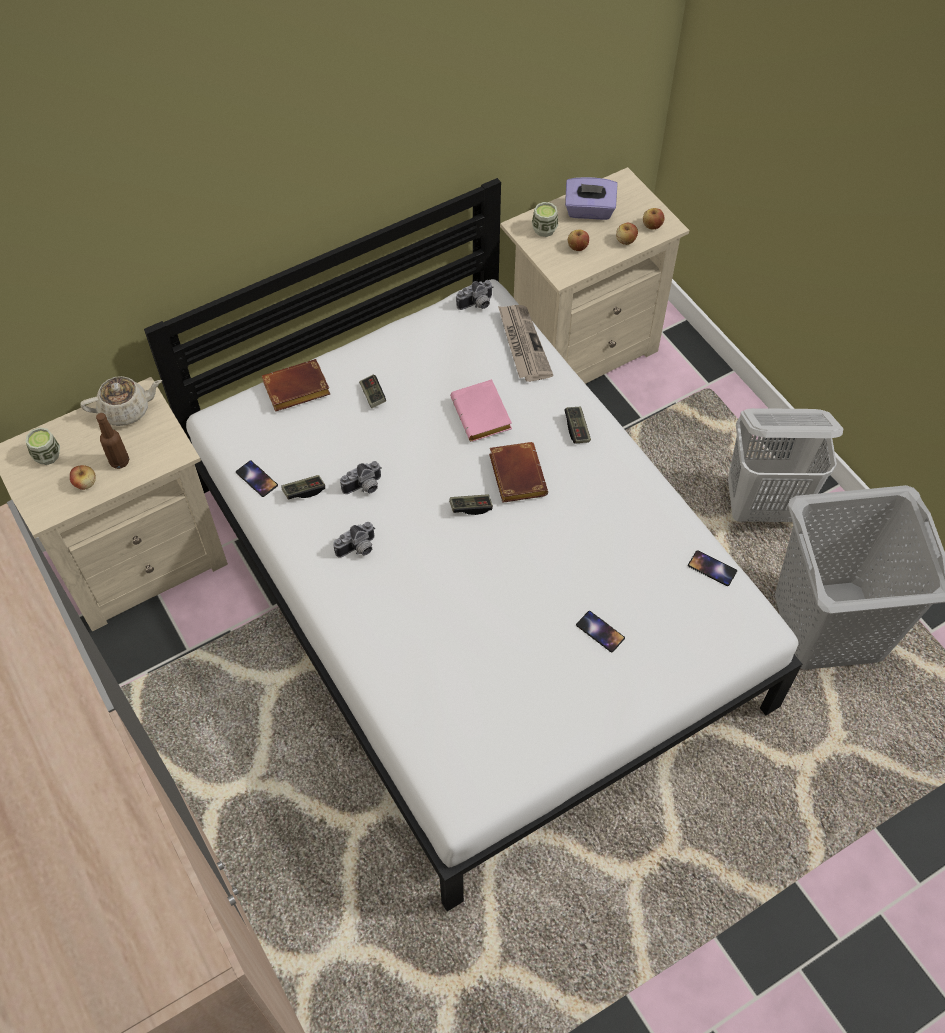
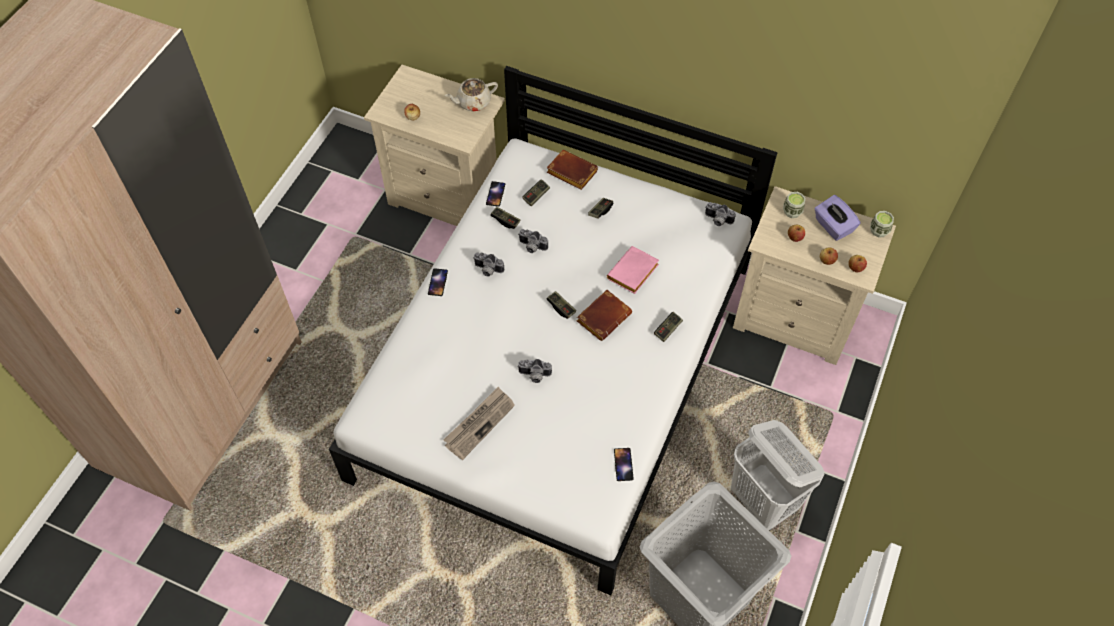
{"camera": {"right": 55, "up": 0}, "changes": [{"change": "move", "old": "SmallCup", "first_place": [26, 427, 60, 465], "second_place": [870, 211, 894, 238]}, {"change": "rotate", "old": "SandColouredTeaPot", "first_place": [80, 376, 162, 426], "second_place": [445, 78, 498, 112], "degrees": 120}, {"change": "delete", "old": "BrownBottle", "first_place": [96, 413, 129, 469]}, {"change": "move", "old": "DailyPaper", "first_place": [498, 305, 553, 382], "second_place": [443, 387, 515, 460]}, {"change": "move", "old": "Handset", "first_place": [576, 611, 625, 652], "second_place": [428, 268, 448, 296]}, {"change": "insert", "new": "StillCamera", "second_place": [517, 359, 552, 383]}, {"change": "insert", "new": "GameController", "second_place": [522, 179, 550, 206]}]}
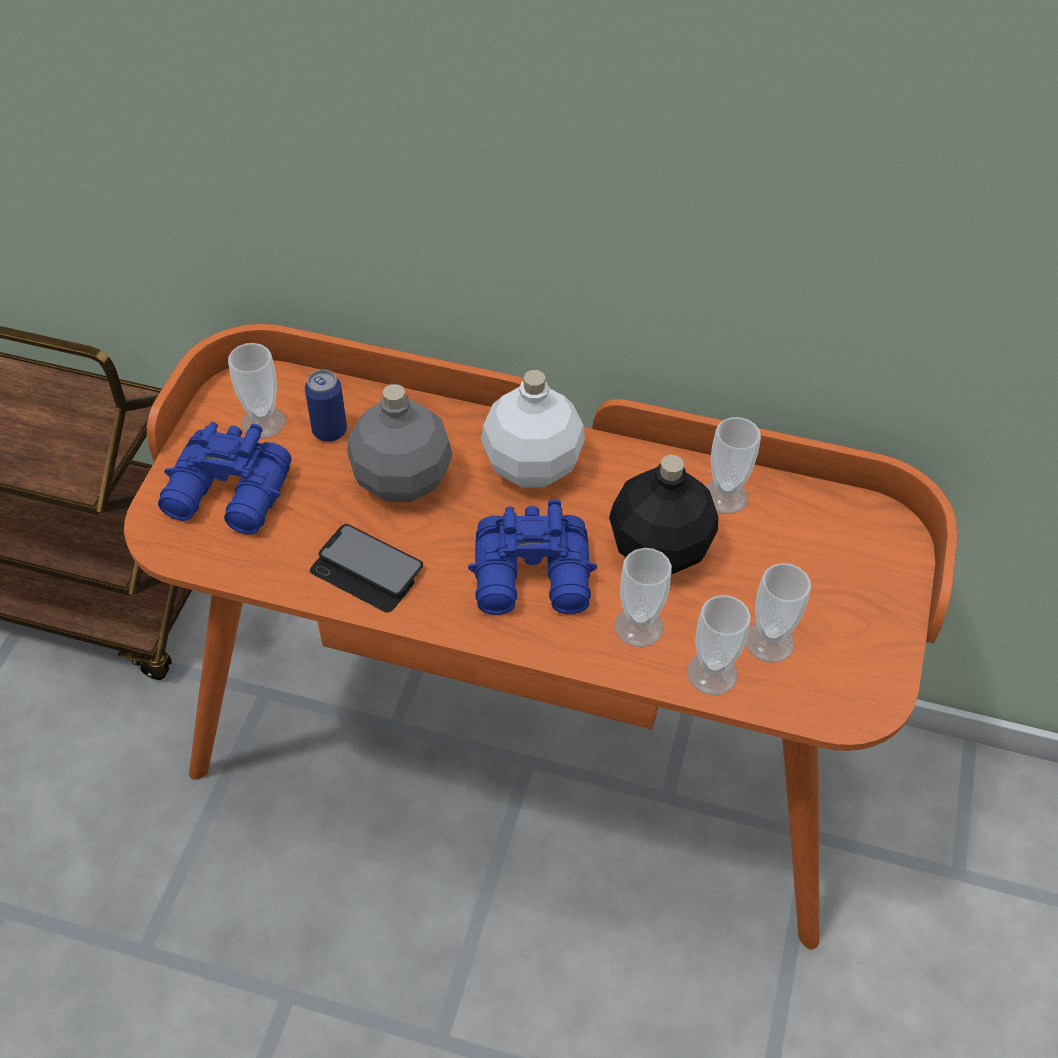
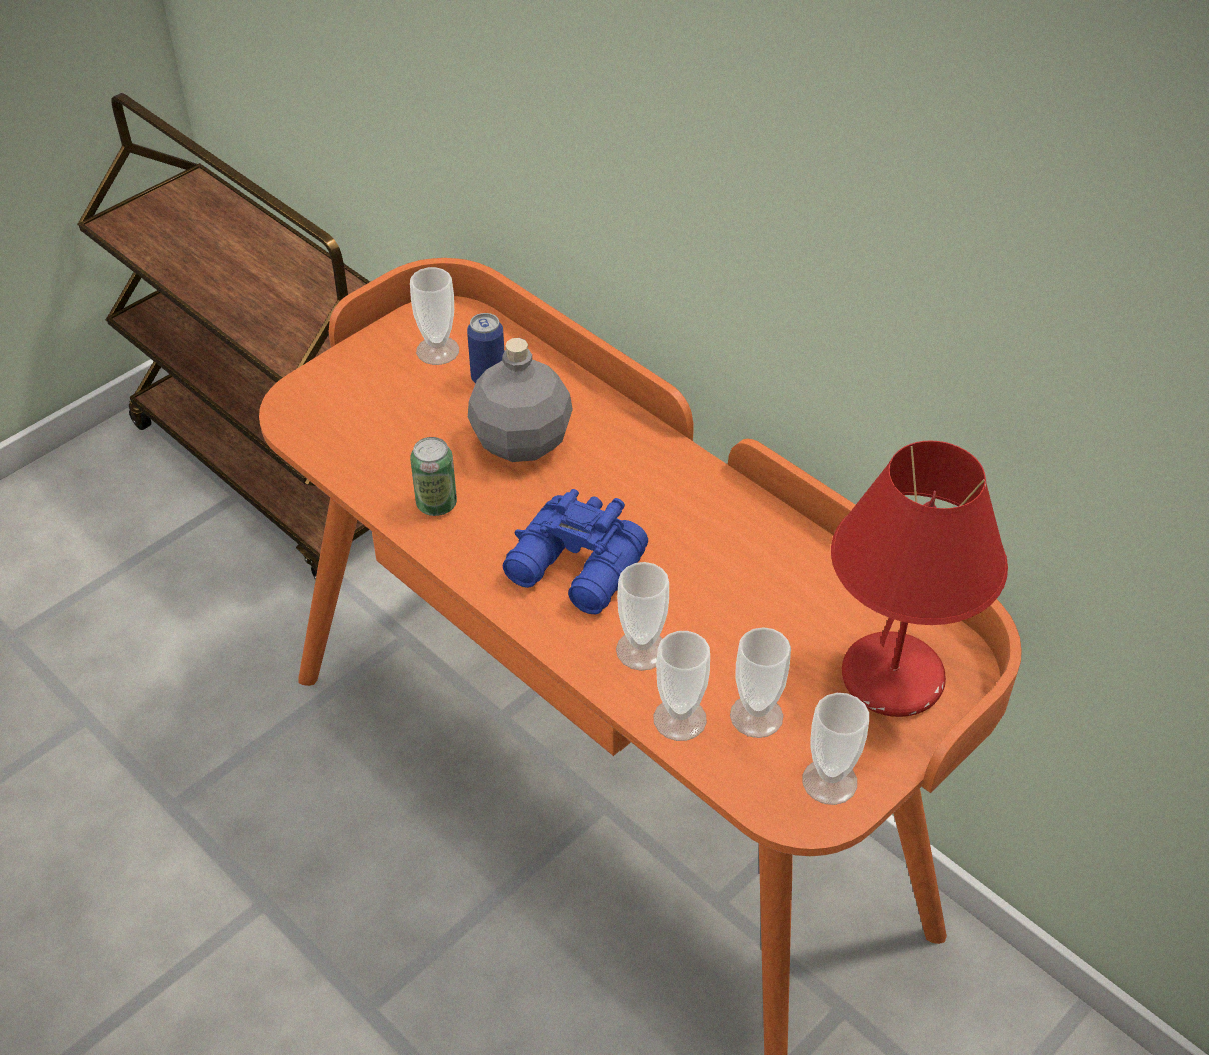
{"camera": {"right": 30, "up": -5}, "changes": [{"change": "delete", "old": "BluePairOfBinoculars", "first_place": [158, 422, 292, 535]}, {"change": "replace", "old": "Handset", "new": "SealedCan", "first_place": [310, 524, 423, 613], "second_place": [410, 437, 457, 516]}, {"change": "delete", "old": "WhiteColouredBottle", "first_place": [481, 370, 585, 487]}, {"change": "delete", "old": "BlackColouredBottle", "first_place": [609, 455, 718, 574]}, {"change": "move", "old": "SmallCup", "first_place": [705, 417, 761, 514], "second_place": [802, 693, 869, 805]}, {"change": "insert", "new": "RedLampForATable", "second_place": [831, 440, 1008, 717]}]}
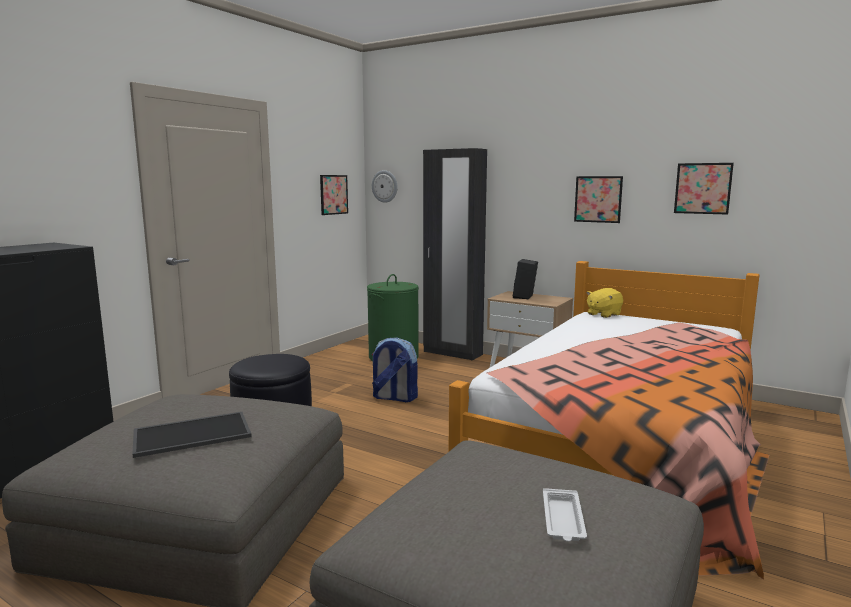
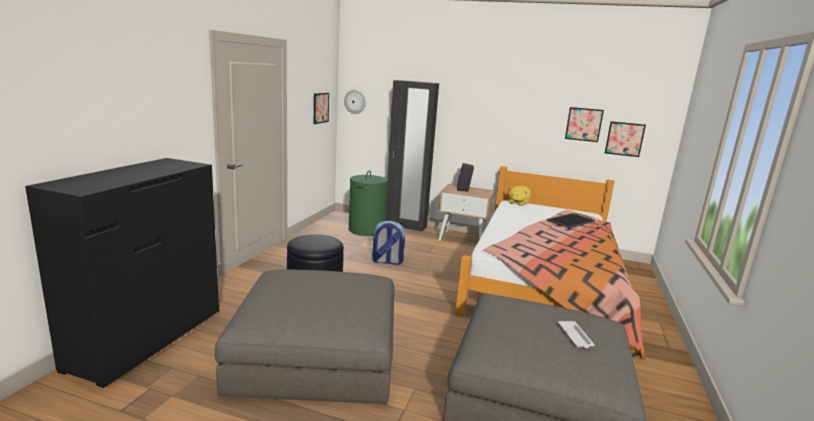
{"camera": {"right": -15, "up": 5}, "changes": [{"change": "move", "old": "Tray", "first_place": [133, 412, 252, 458], "second_place": [547, 213, 595, 228]}, {"change": "move", "old": "WallPicture", "first_place": [574, 176, 623, 223], "second_place": [605, 121, 646, 157]}]}
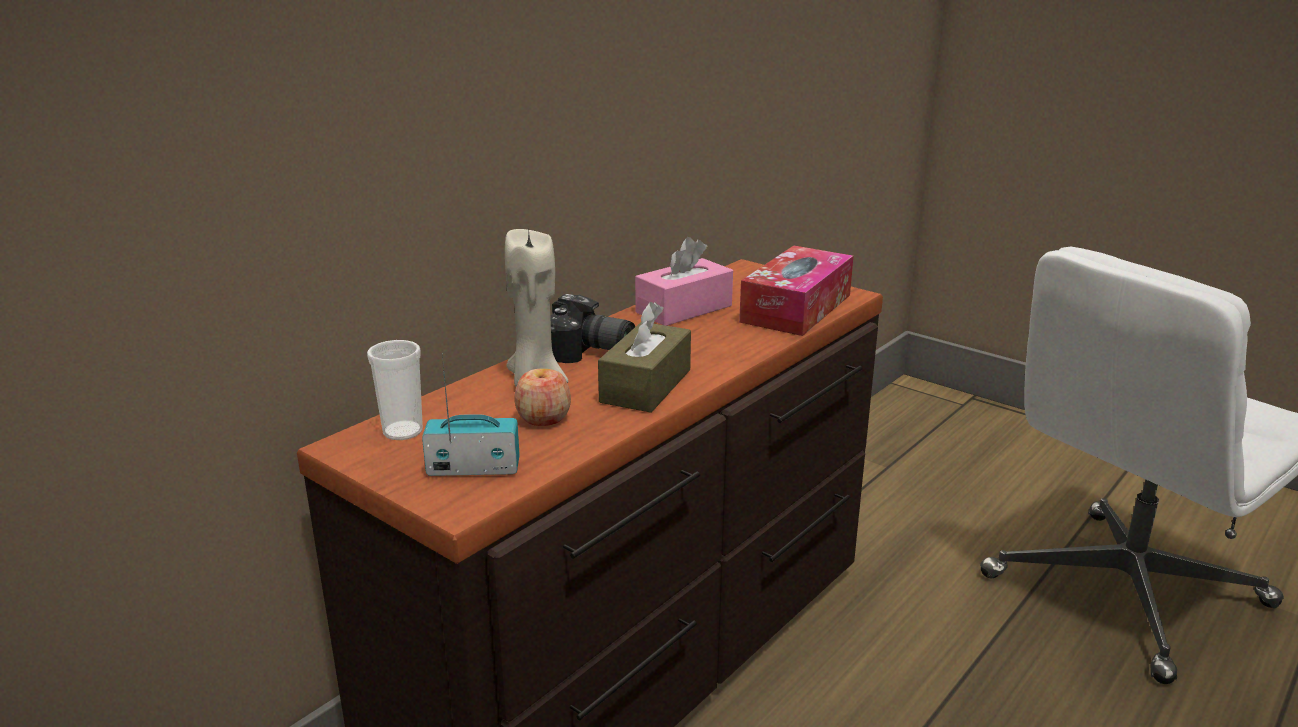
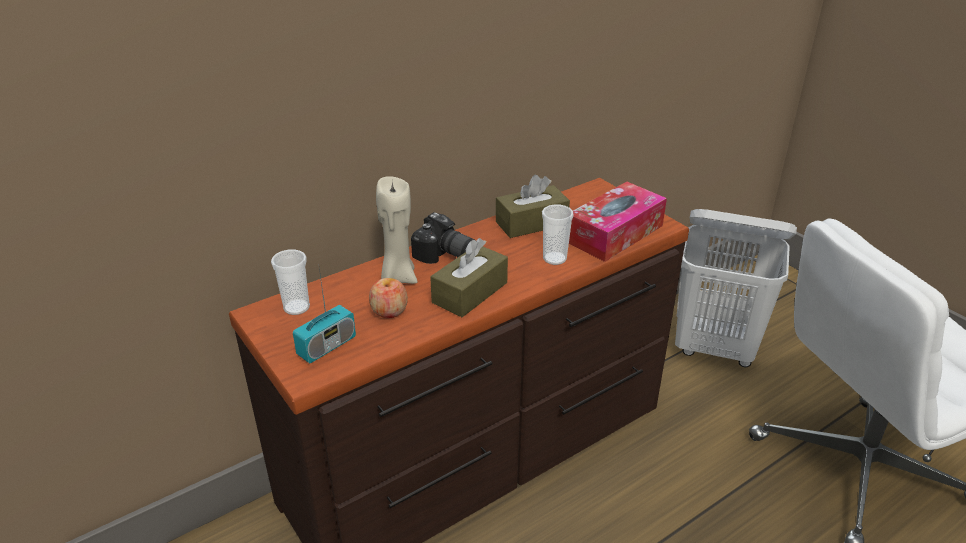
{"camera": {"right": 15, "up": 10}, "changes": [{"change": "rotate", "old": "RadioSet", "first_place": [422, 353, 520, 476], "second_place": [293, 264, 356, 363], "degrees": 120}, {"change": "recolor", "old": "PinkishTissueHolder", "new": "BrownTissueHolder", "first_place": [635, 237, 733, 326], "second_place": [496, 175, 570, 238]}, {"change": "insert", "new": "SmallCup", "second_place": [542, 204, 574, 265]}, {"change": "insert", "new": "WhiteColouredHamper", "second_place": [675, 209, 797, 367]}]}
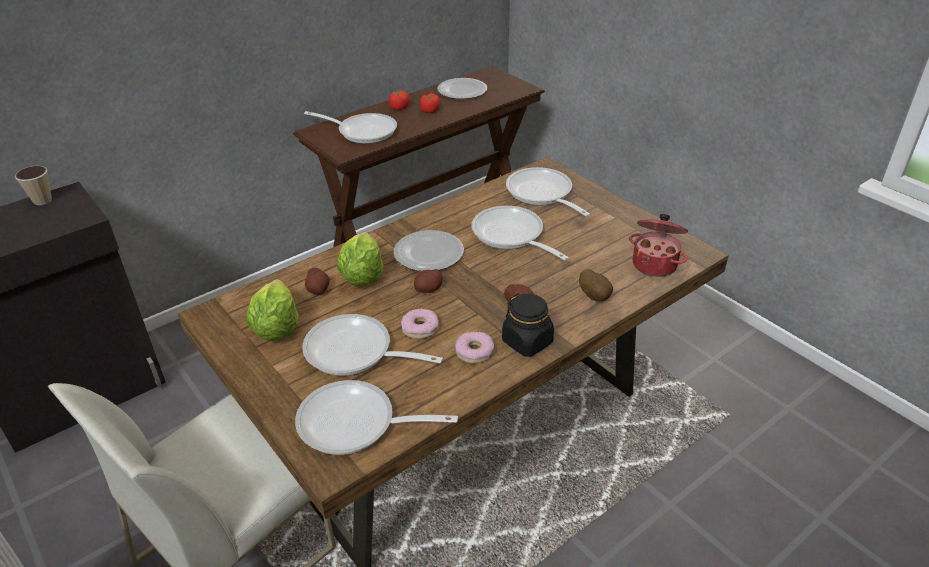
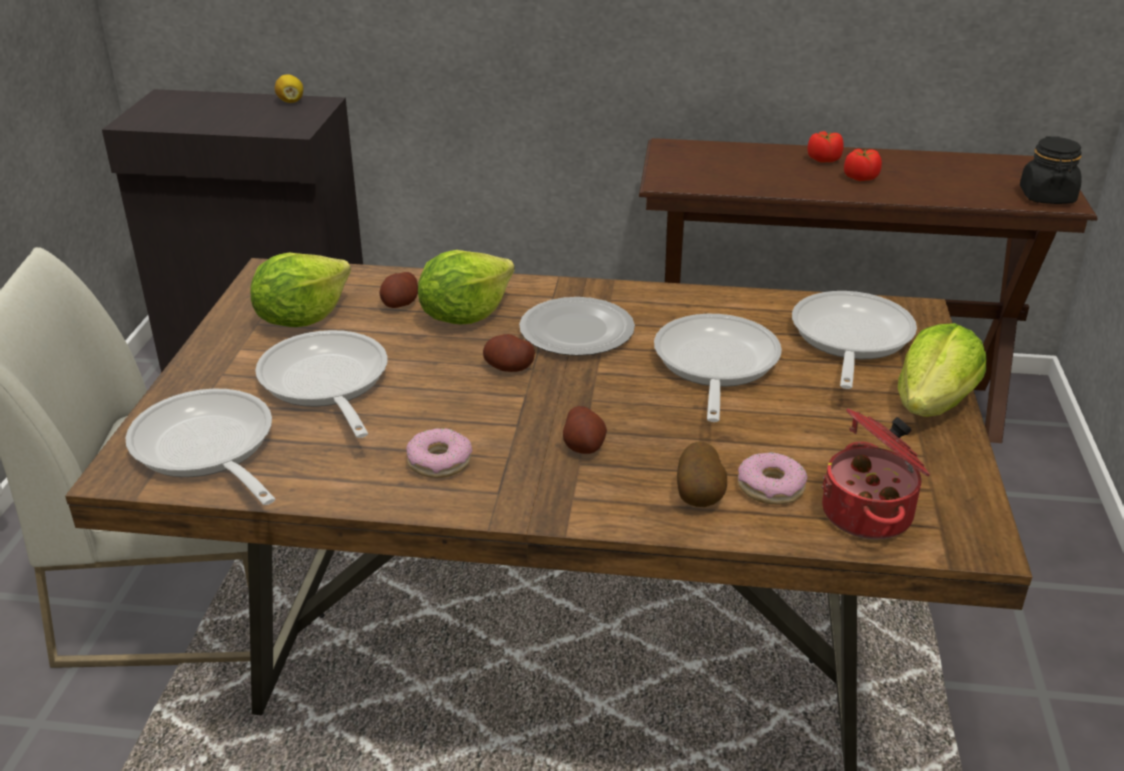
{"camera": {"right": 45, "up": -5}, "changes": [{"change": "replace", "old": "SmallCup", "new": "CitrusFruit", "first_place": [15, 166, 52, 205], "second_place": [275, 74, 303, 103]}, {"change": "delete", "old": "FryingPan", "first_place": [304, 111, 397, 144]}, {"change": "move", "old": "Donut", "first_place": [401, 309, 439, 339], "second_place": [738, 452, 808, 505]}, {"change": "delete", "old": "FlatDish", "first_place": [437, 78, 487, 99]}, {"change": "move", "old": "BlackColouredJar", "first_place": [502, 293, 554, 357], "second_place": [1020, 136, 1082, 204]}, {"change": "insert", "new": "Lettuce", "second_place": [898, 323, 987, 417]}]}
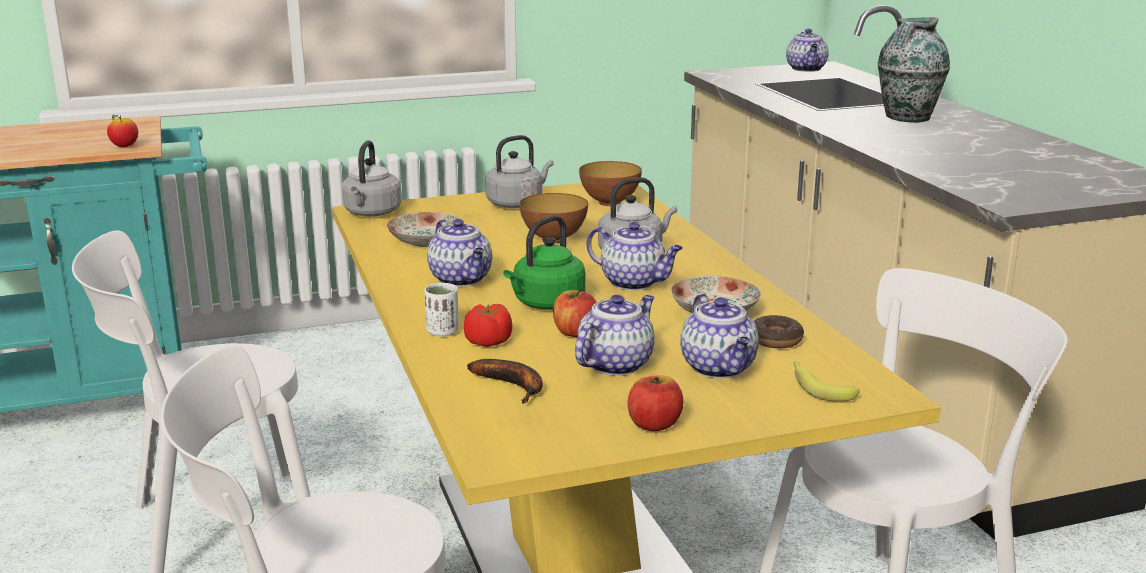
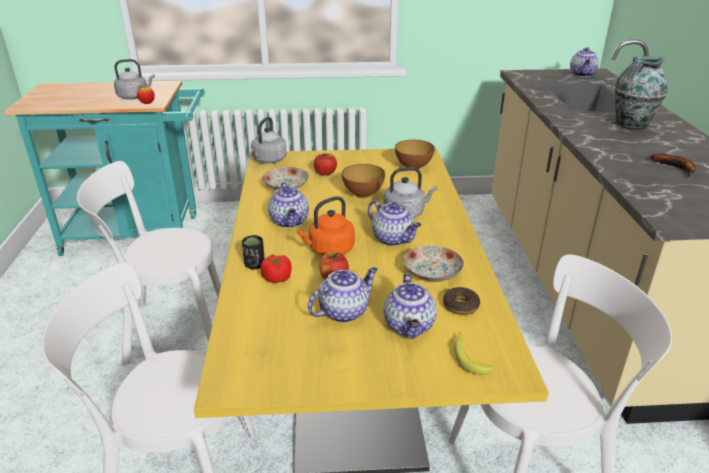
{"camera": {"right": 15, "up": 10}, "changes": [{"change": "recolor", "old": "WhiteColouredSmallCup", "new": "BlackColouredSmallCup", "first_place": [424, 283, 459, 337], "second_place": [242, 235, 264, 269]}, {"change": "move", "old": "WholeBanana", "first_place": [467, 359, 543, 404], "second_place": [650, 153, 696, 177]}, {"change": "move", "old": "GrayKettle", "first_place": [485, 135, 554, 208], "second_place": [114, 59, 155, 99]}, {"change": "recolor", "old": "GreenishKettle", "new": "OrangeyKettle", "first_place": [504, 215, 586, 310], "second_place": [297, 196, 355, 255]}, {"change": "move", "old": "AppleFruit", "first_place": [628, 375, 683, 431], "second_place": [314, 153, 337, 175]}]}
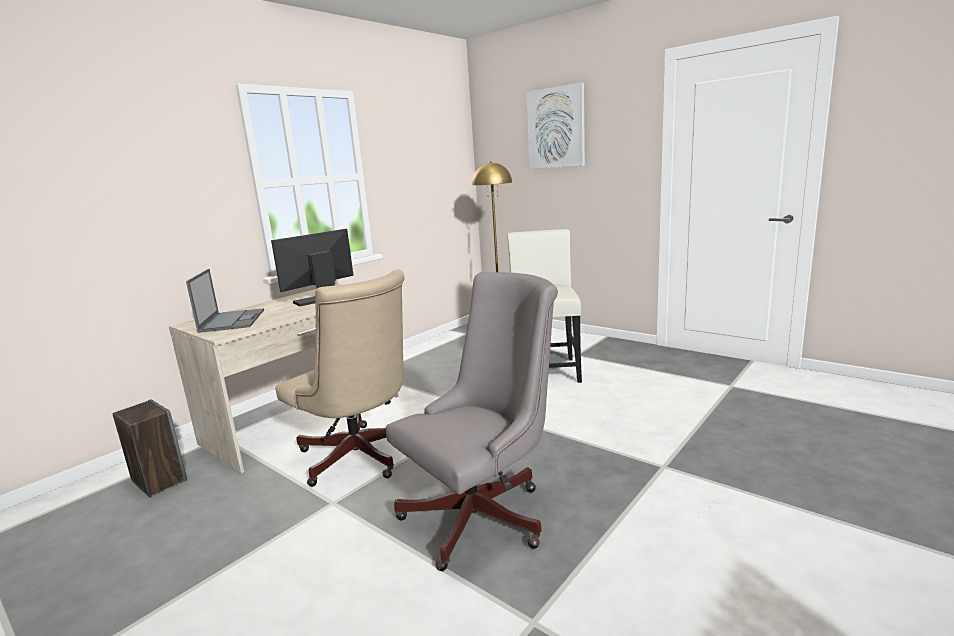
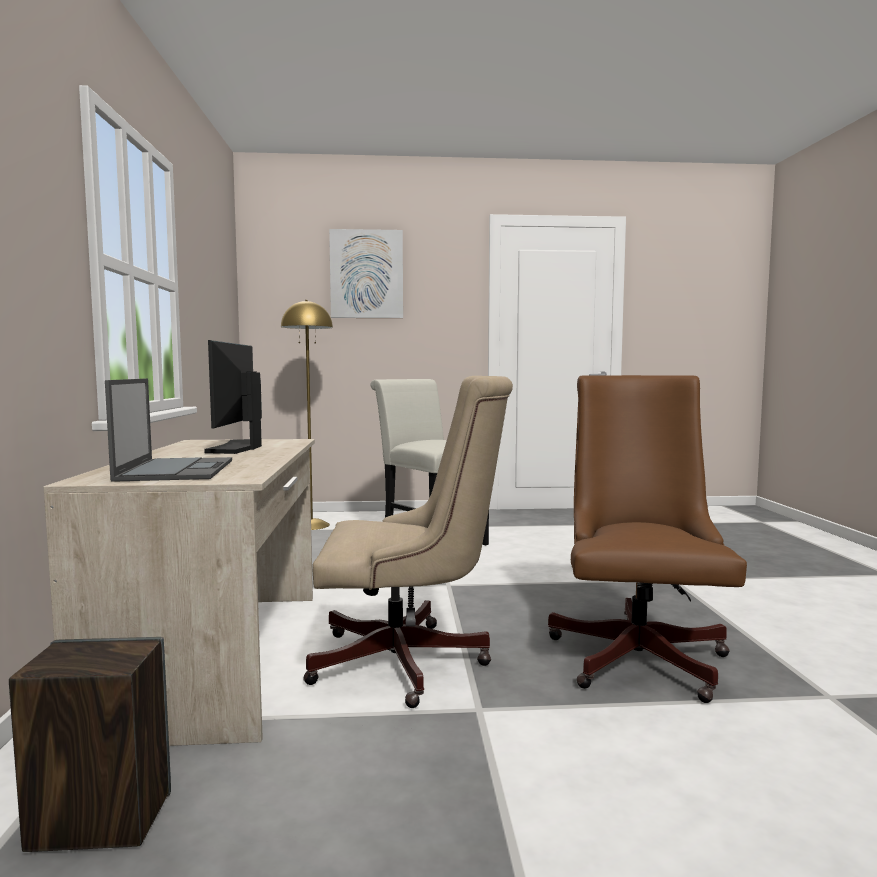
{"camera": {"right": -45, "up": -10}, "changes": [{"change": "rotate", "old": "Laptop", "first_place": [186, 269, 264, 333], "second_place": [105, 379, 232, 482], "degrees": 45}, {"change": "recolor", "old": "GrayDeskChair", "new": "BrownDeskChair", "first_place": [386, 272, 558, 571], "second_place": [548, 375, 747, 703]}]}
